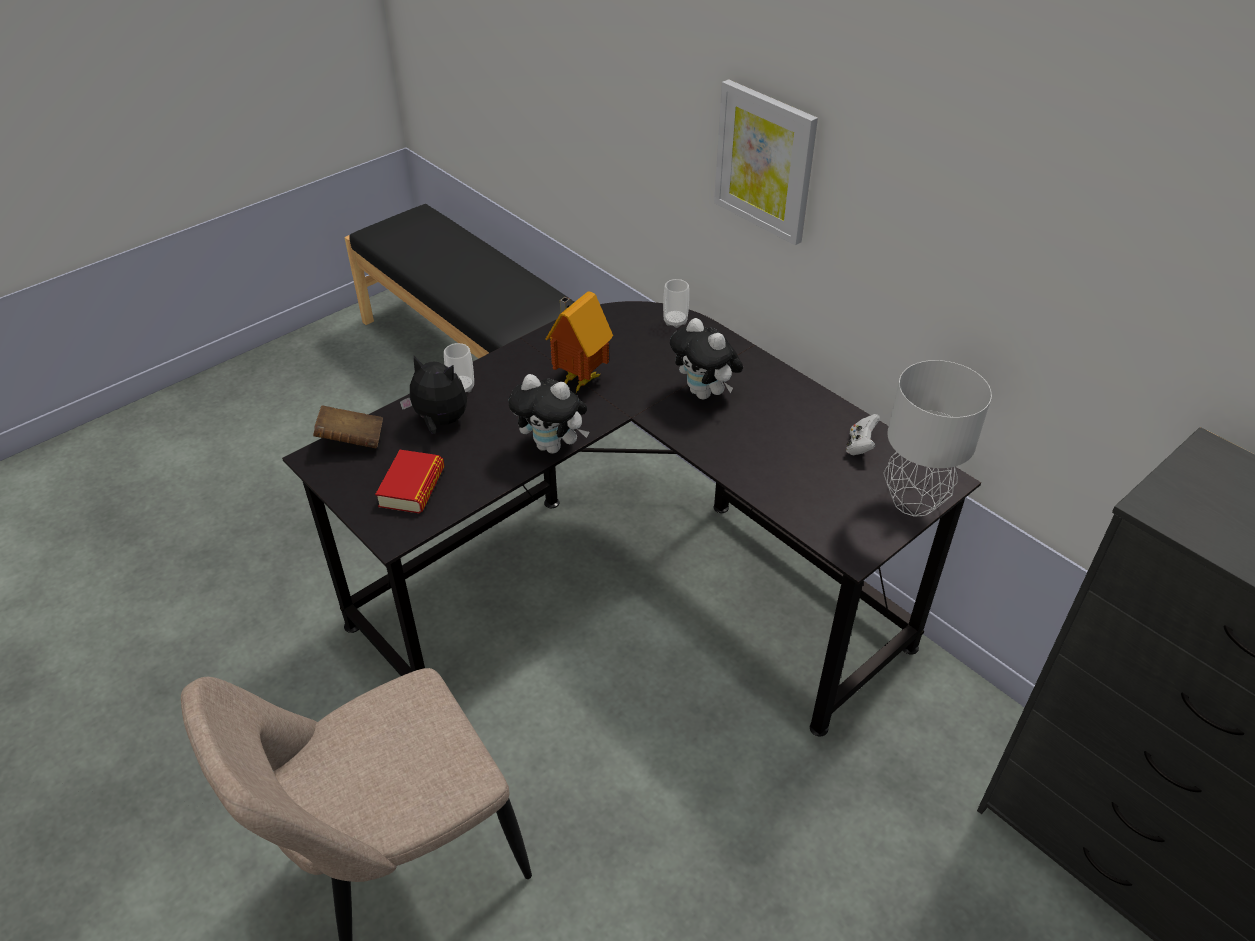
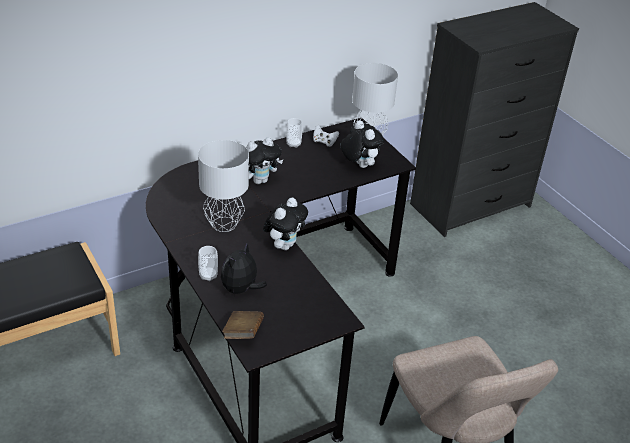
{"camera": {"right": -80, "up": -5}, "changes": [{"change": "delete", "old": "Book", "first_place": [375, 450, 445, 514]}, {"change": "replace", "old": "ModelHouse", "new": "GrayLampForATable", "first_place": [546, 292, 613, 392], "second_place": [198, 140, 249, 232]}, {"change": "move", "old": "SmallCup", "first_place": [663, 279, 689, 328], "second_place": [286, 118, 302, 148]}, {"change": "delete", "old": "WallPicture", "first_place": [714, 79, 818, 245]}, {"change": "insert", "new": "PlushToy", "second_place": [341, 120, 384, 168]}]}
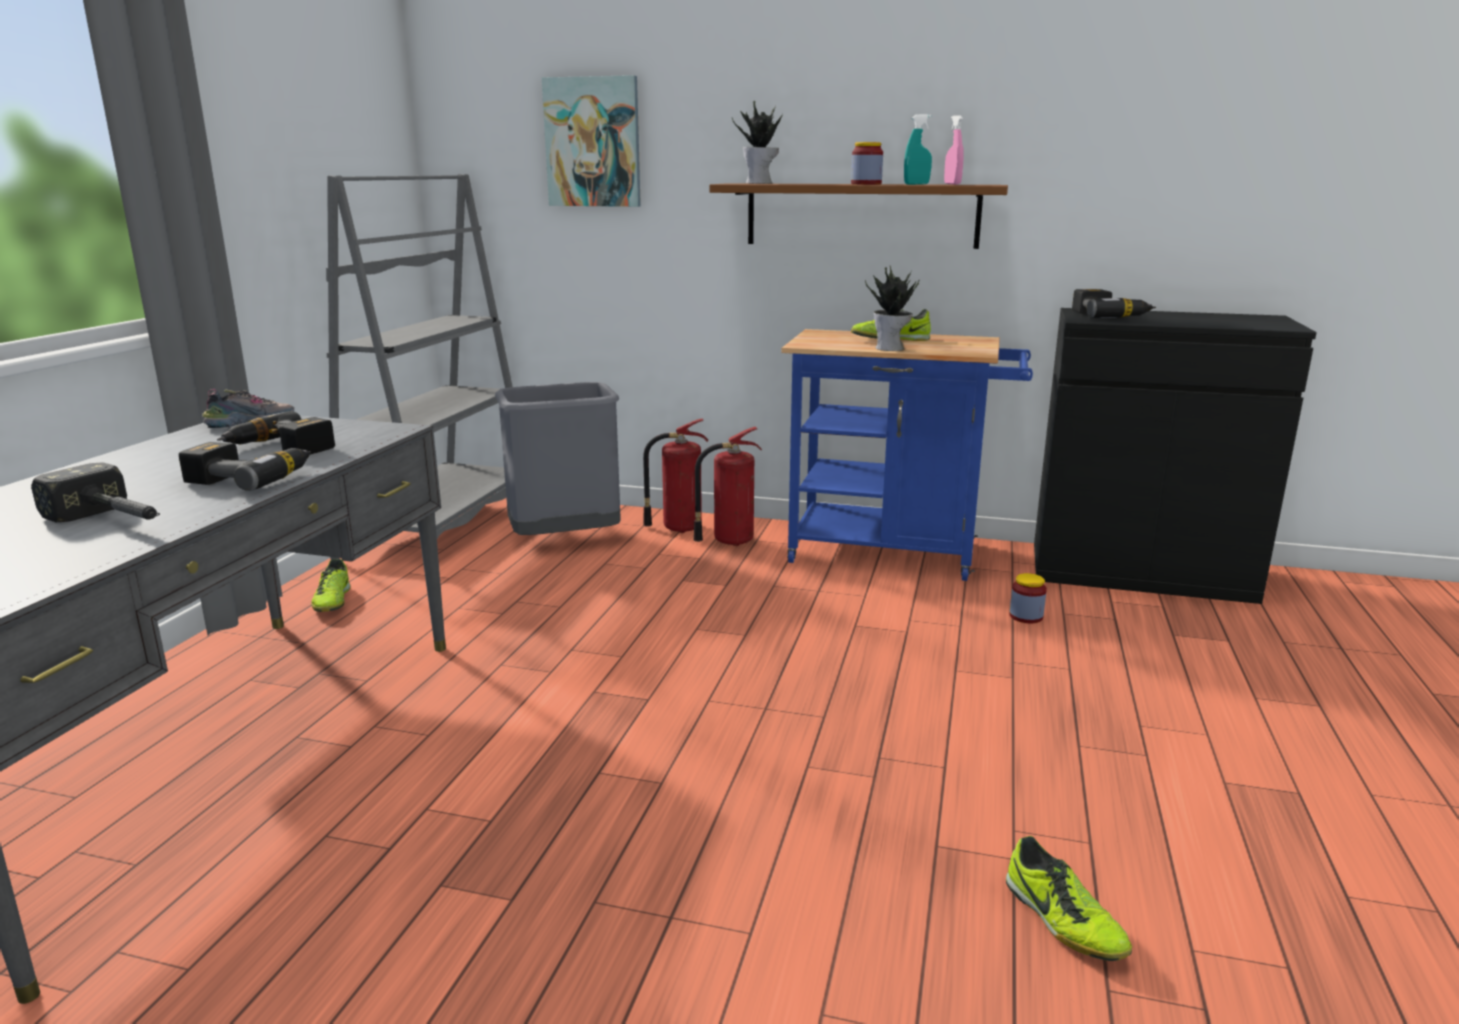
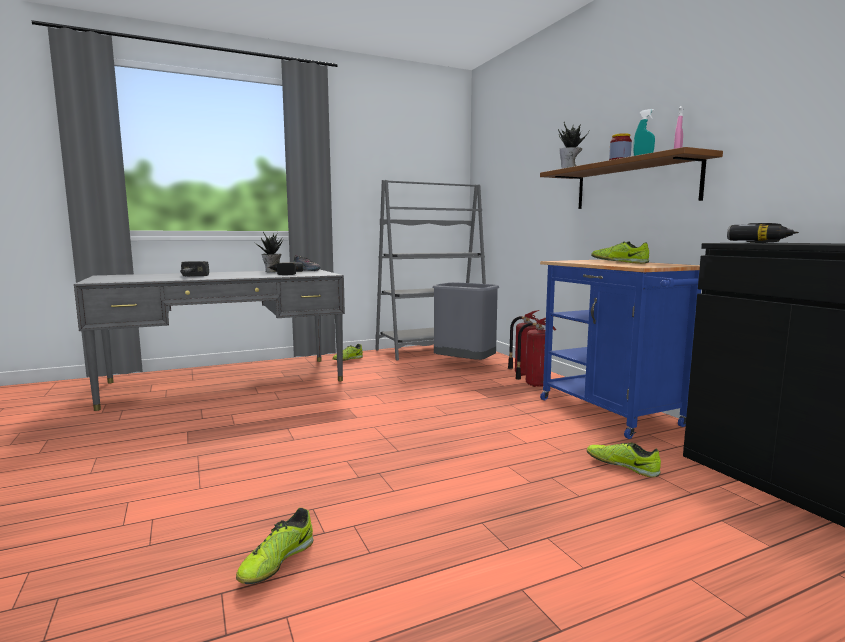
{"camera": {"right": 50, "up": -10}, "changes": [{"change": "delete", "old": "PowerDrill", "first_place": [179, 442, 311, 491]}, {"change": "delete", "old": "WallPicture", "first_place": [542, 75, 641, 207]}, {"change": "move", "old": "Houseplant", "first_place": [865, 266, 919, 351], "second_place": [255, 232, 283, 272]}, {"change": "replace", "old": "Jar", "new": "LowShoe", "first_place": [1009, 573, 1047, 623], "second_place": [587, 443, 661, 477]}]}
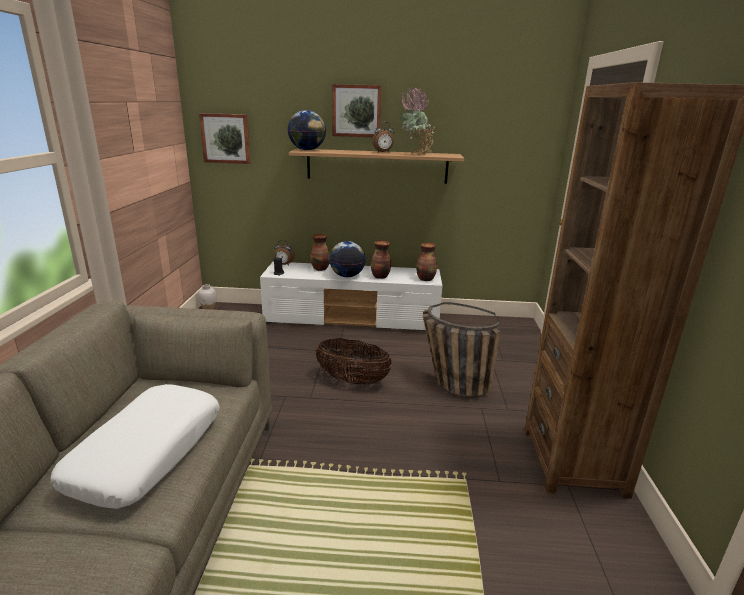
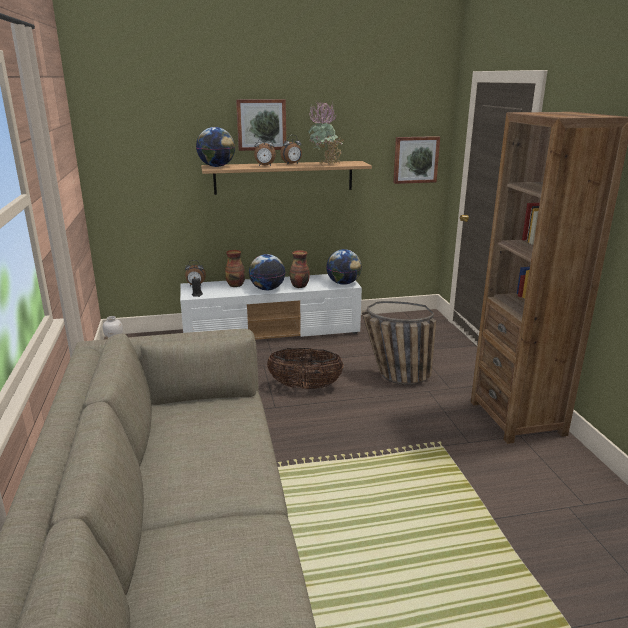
{"camera": {"right": -15, "up": 0}, "changes": [{"change": "delete", "old": "WhiteColouredCushion", "first_place": [50, 384, 220, 509]}, {"change": "move", "old": "WallPicture", "first_place": [199, 113, 251, 164], "second_place": [393, 136, 440, 184]}, {"change": "replace", "old": "FlowerVase", "new": "Globe", "first_place": [416, 243, 437, 281], "second_place": [326, 249, 362, 285]}, {"change": "insert", "new": "BedsideClock", "second_place": [254, 136, 276, 166]}]}
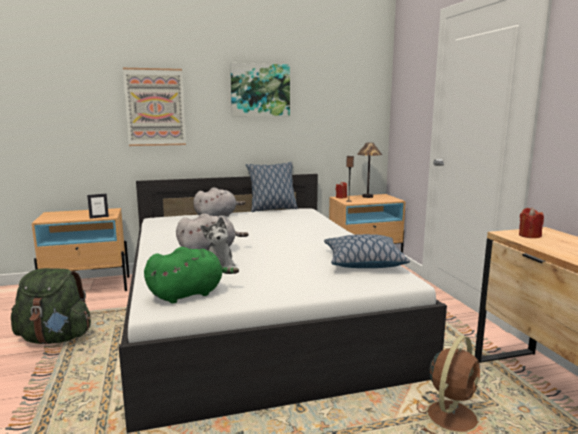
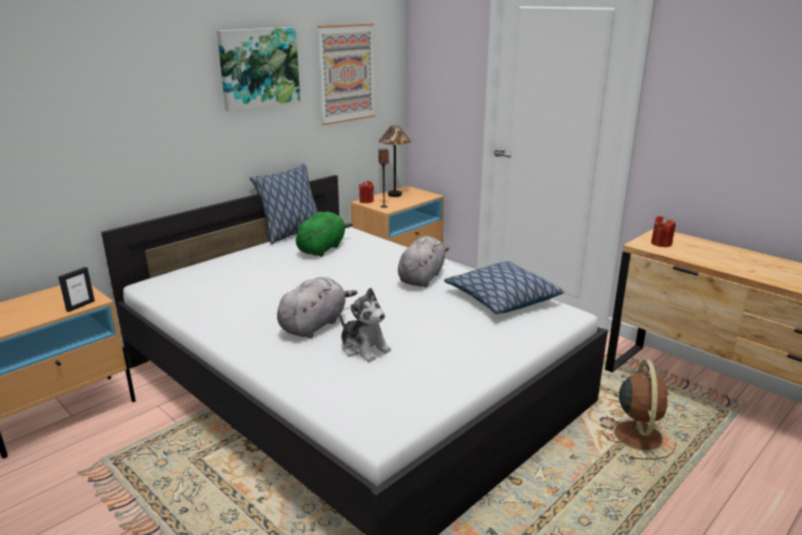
{"camera": {"right": -30, "up": 10}, "changes": [{"change": "delete", "old": "GreenishRucksack", "first_place": [11, 268, 91, 344]}, {"change": "move", "old": "WallPicture", "first_place": [123, 68, 186, 146], "second_place": [318, 23, 375, 125]}, {"change": "move", "old": "GreenishPlushToy", "first_place": [144, 247, 239, 303], "second_place": [296, 212, 353, 257]}, {"change": "move", "old": "GrayPlushToy", "first_place": [193, 187, 246, 217], "second_place": [398, 236, 449, 287]}]}
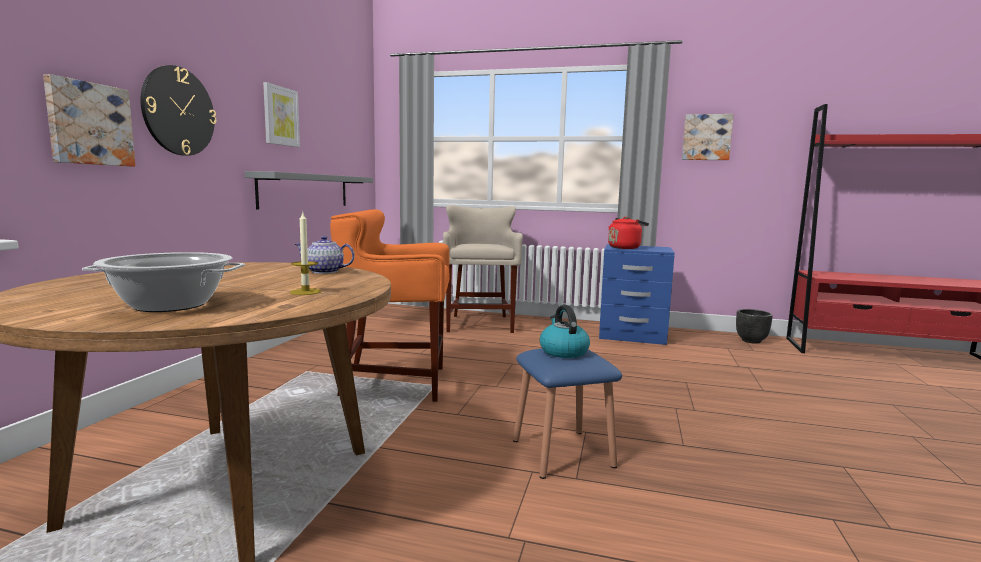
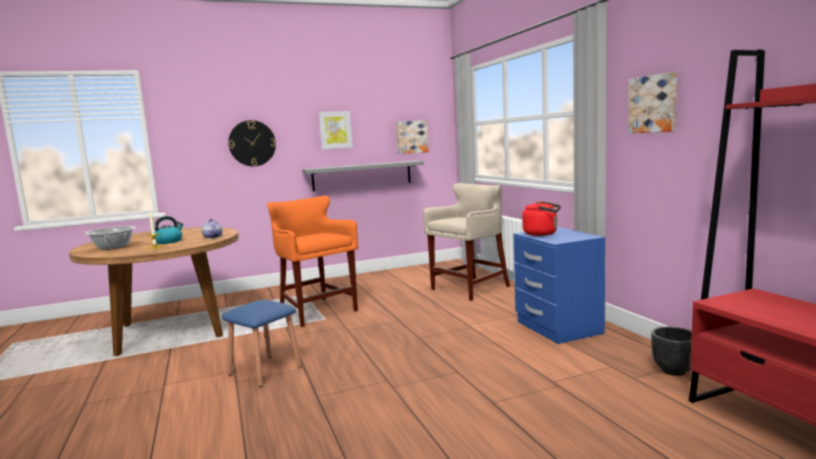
{"camera": {"right": 55, "up": 0}, "changes": [{"change": "move", "old": "WallPicture", "first_place": [43, 74, 135, 166], "second_place": [396, 120, 428, 154]}, {"change": "move", "old": "Kettle", "first_place": [540, 305, 590, 358], "second_place": [155, 216, 184, 244]}]}
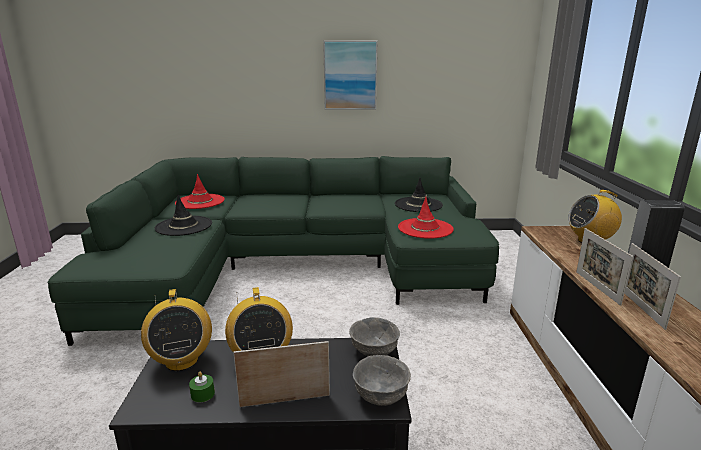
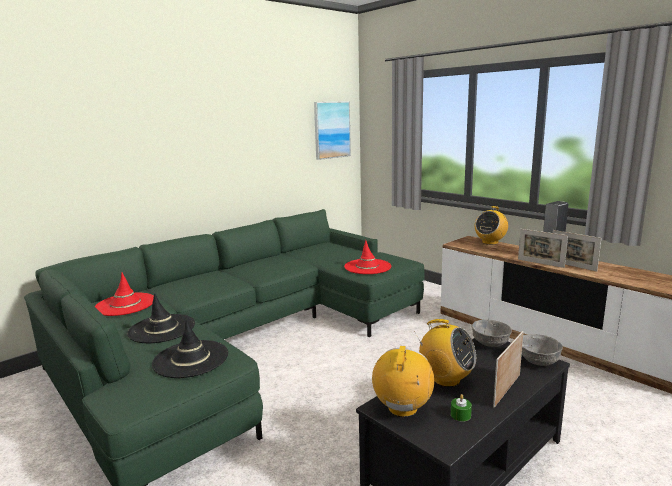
{"camera": {"right": -40, "up": -5}, "changes": [{"change": "rotate", "old": "RadioSet", "first_place": [141, 289, 212, 371], "second_place": [372, 346, 434, 417], "degrees": -105}, {"change": "move", "old": "WallPicture", "first_place": [323, 41, 377, 110], "second_place": [314, 101, 351, 160]}, {"change": "move", "old": "BlackColouredHat", "first_place": [395, 178, 443, 212], "second_place": [152, 319, 228, 378]}]}
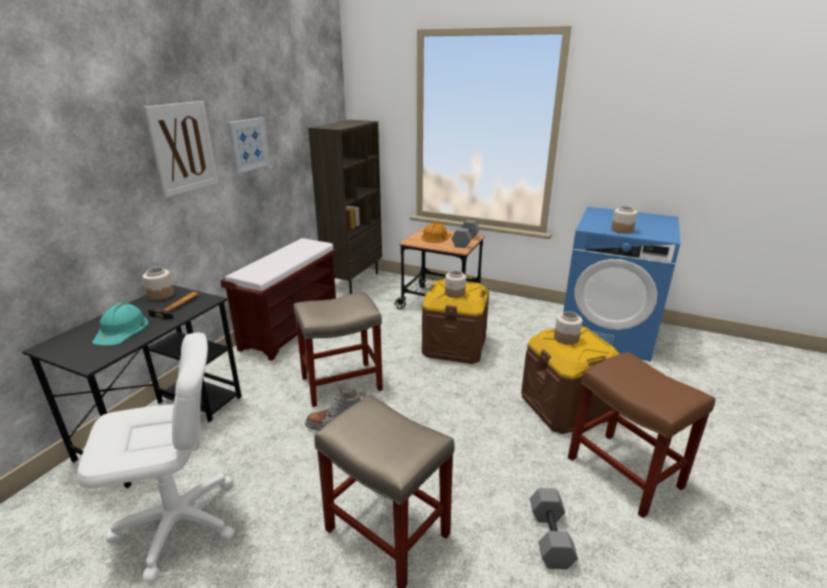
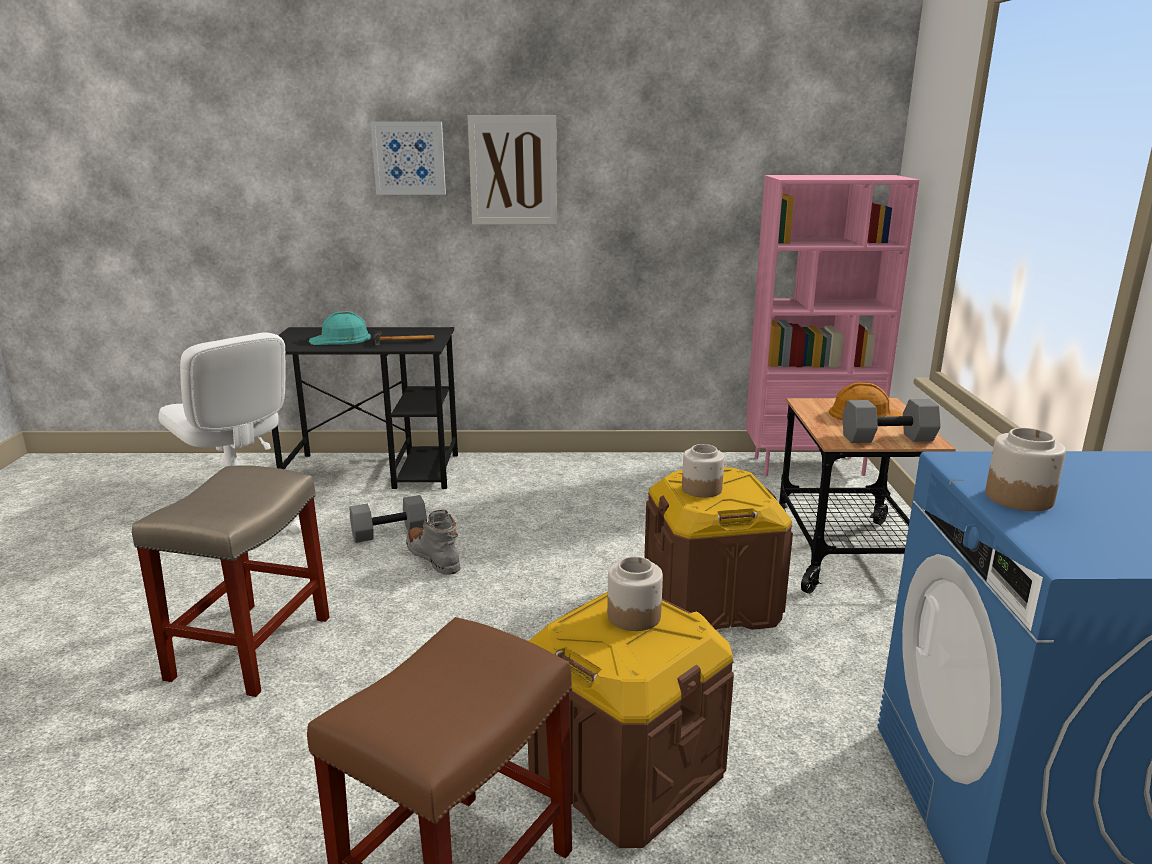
{"camera": {"right": 65, "up": -5}, "changes": [{"change": "delete", "old": "Jar", "first_place": [142, 267, 174, 300]}, {"change": "delete", "old": "BrownIndoorBench", "first_place": [220, 238, 337, 361]}, {"change": "move", "old": "WallPicture", "first_place": [227, 117, 270, 174], "second_place": [370, 121, 446, 195]}, {"change": "delete", "old": "SandColouredSittingStool", "first_place": [294, 291, 383, 407]}, {"change": "recolor", "old": "BrownBookshelf", "new": "PinkishBookshelf", "first_place": [308, 120, 382, 294], "second_place": [745, 175, 920, 476]}, {"change": "move", "old": "GrayDumbbell", "first_place": [530, 488, 578, 570], "second_place": [350, 495, 427, 543]}]}
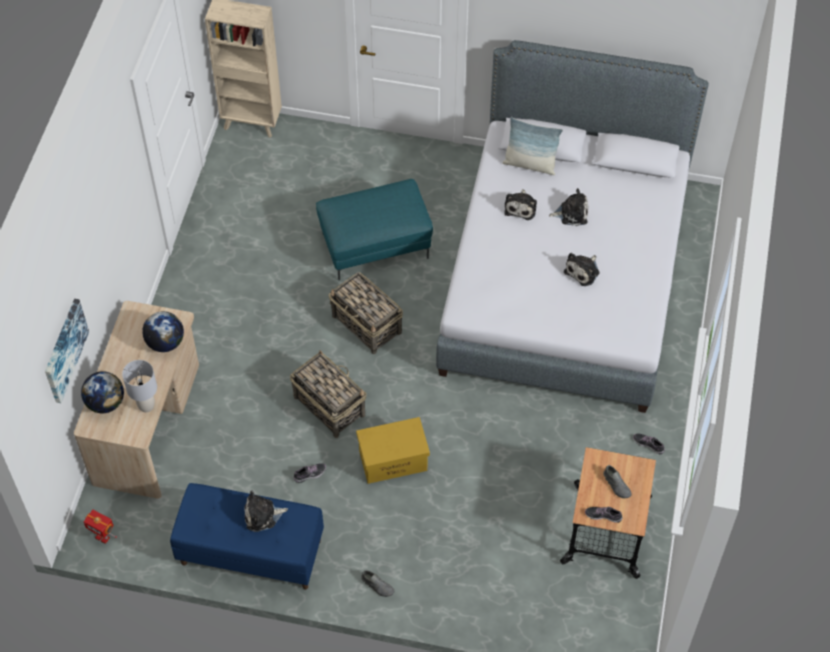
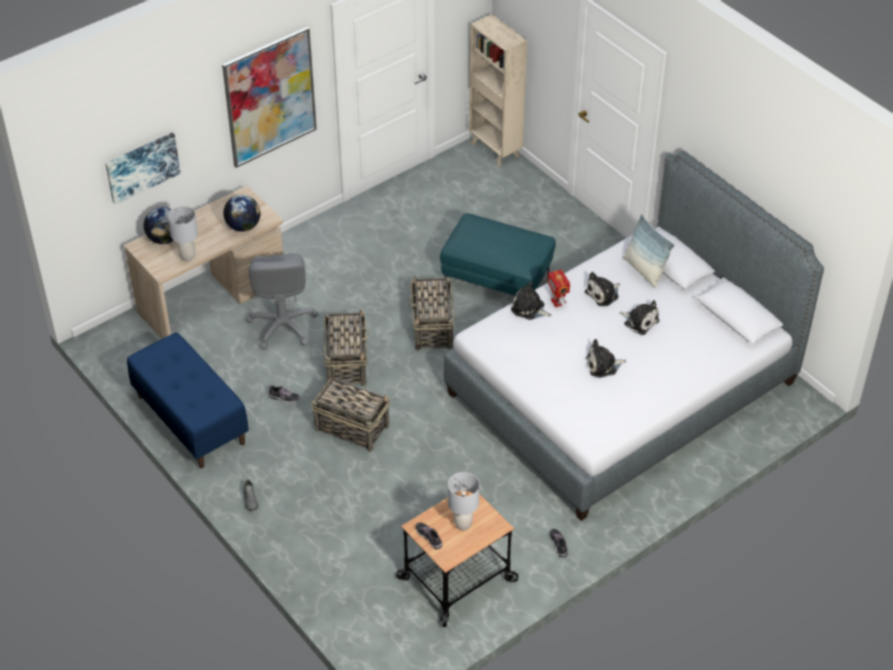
{"camera": {"right": 40, "up": -10}, "changes": [{"change": "move", "old": "ModelRobot", "first_place": [84, 510, 117, 544], "second_place": [548, 270, 570, 307]}, {"change": "move", "old": "PlushToy", "first_place": [245, 491, 288, 532], "second_place": [511, 281, 551, 320]}, {"change": "replace", "old": "YellowStorageBin", "new": "Basket", "first_place": [356, 417, 430, 484], "second_place": [311, 374, 390, 452]}, {"change": "replace", "old": "GrayLowShoe", "new": "GrayLampForATable", "first_place": [603, 465, 632, 498], "second_place": [448, 472, 479, 531]}, {"change": "insert", "new": "WallPicture", "second_place": [222, 27, 317, 168]}, {"change": "insert", "new": "GrayDeskChair", "second_place": [246, 253, 318, 350]}]}
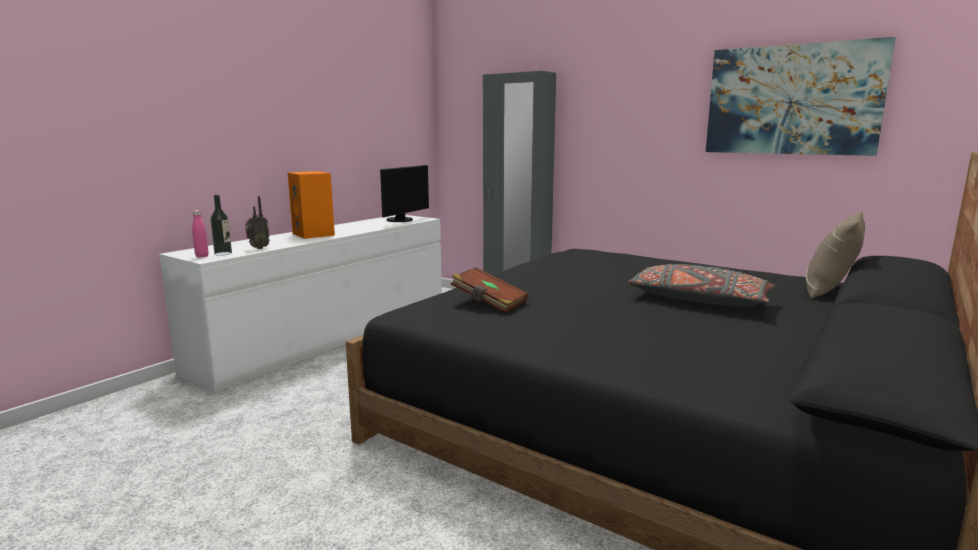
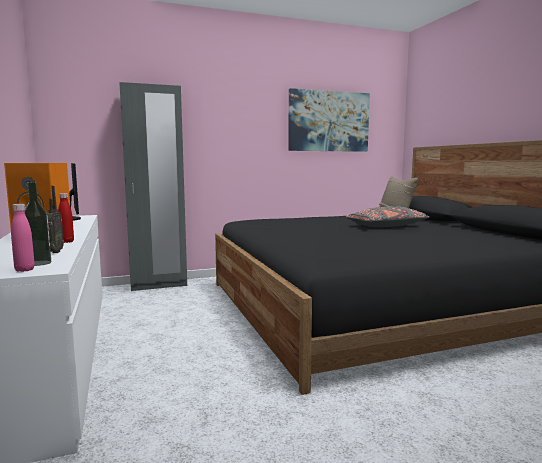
{"camera": {"right": -55, "up": -5}, "changes": [{"change": "delete", "old": "BrownBook", "first_place": [451, 267, 528, 313]}, {"change": "insert", "new": "RedBottle", "second_place": [58, 193, 74, 243]}]}
